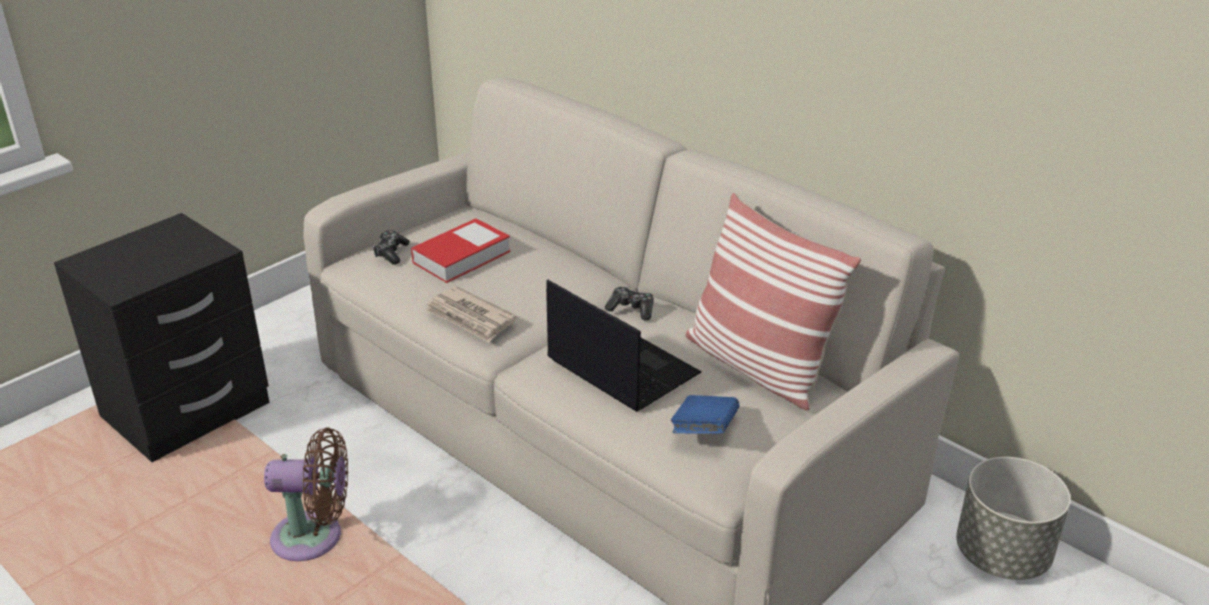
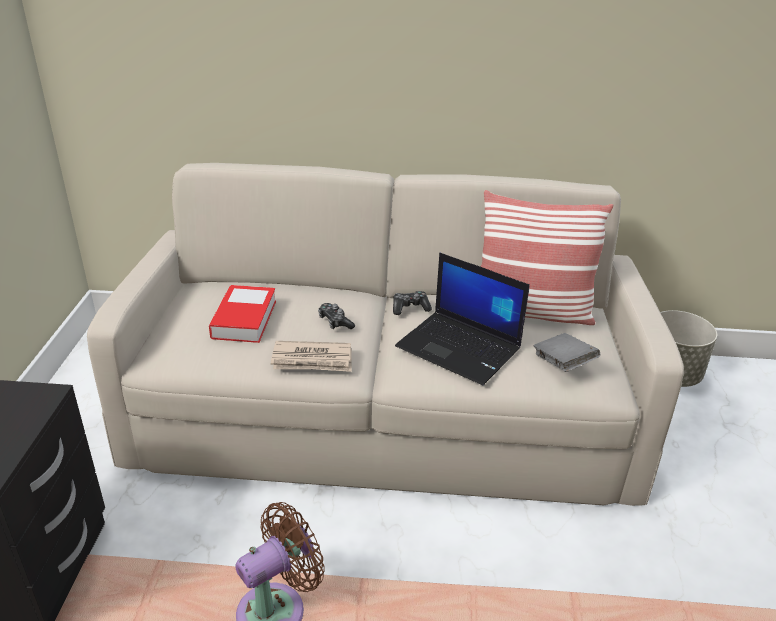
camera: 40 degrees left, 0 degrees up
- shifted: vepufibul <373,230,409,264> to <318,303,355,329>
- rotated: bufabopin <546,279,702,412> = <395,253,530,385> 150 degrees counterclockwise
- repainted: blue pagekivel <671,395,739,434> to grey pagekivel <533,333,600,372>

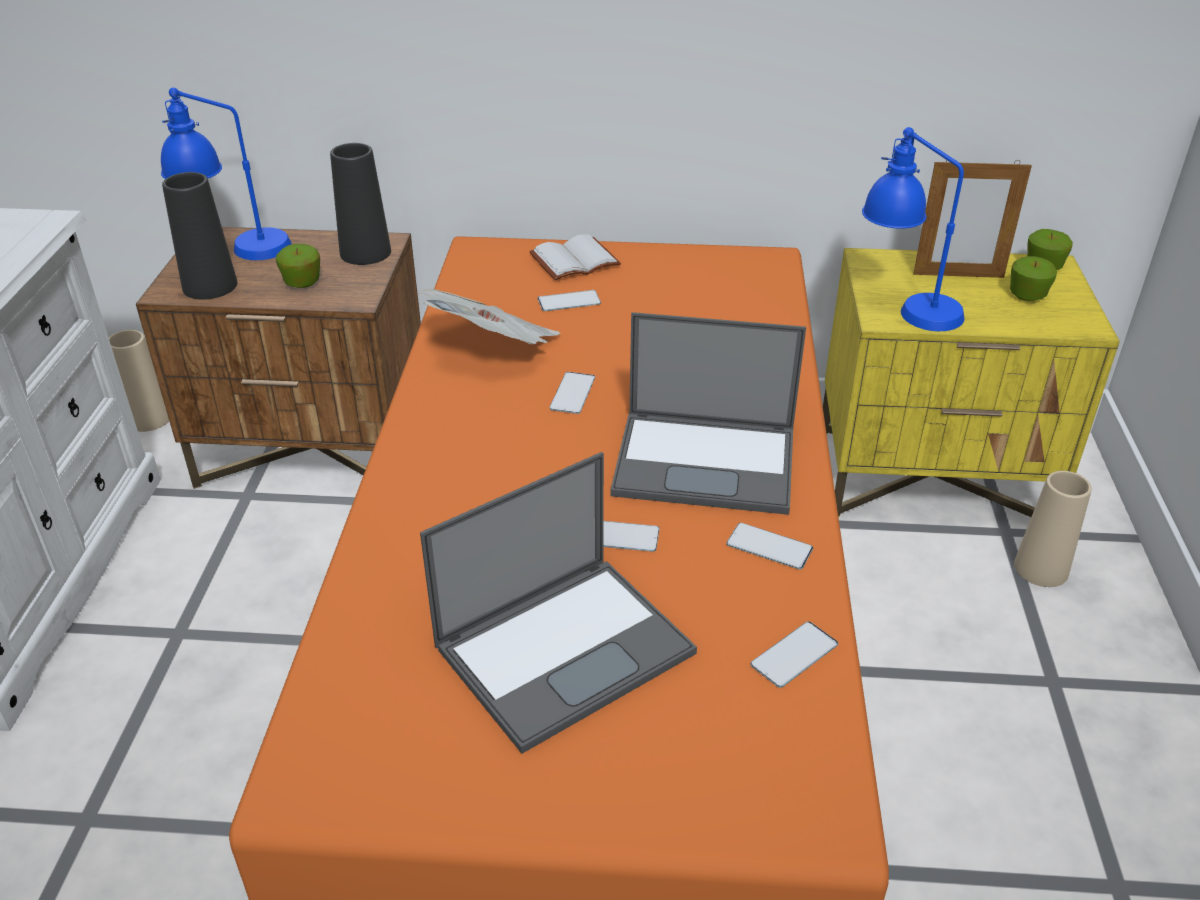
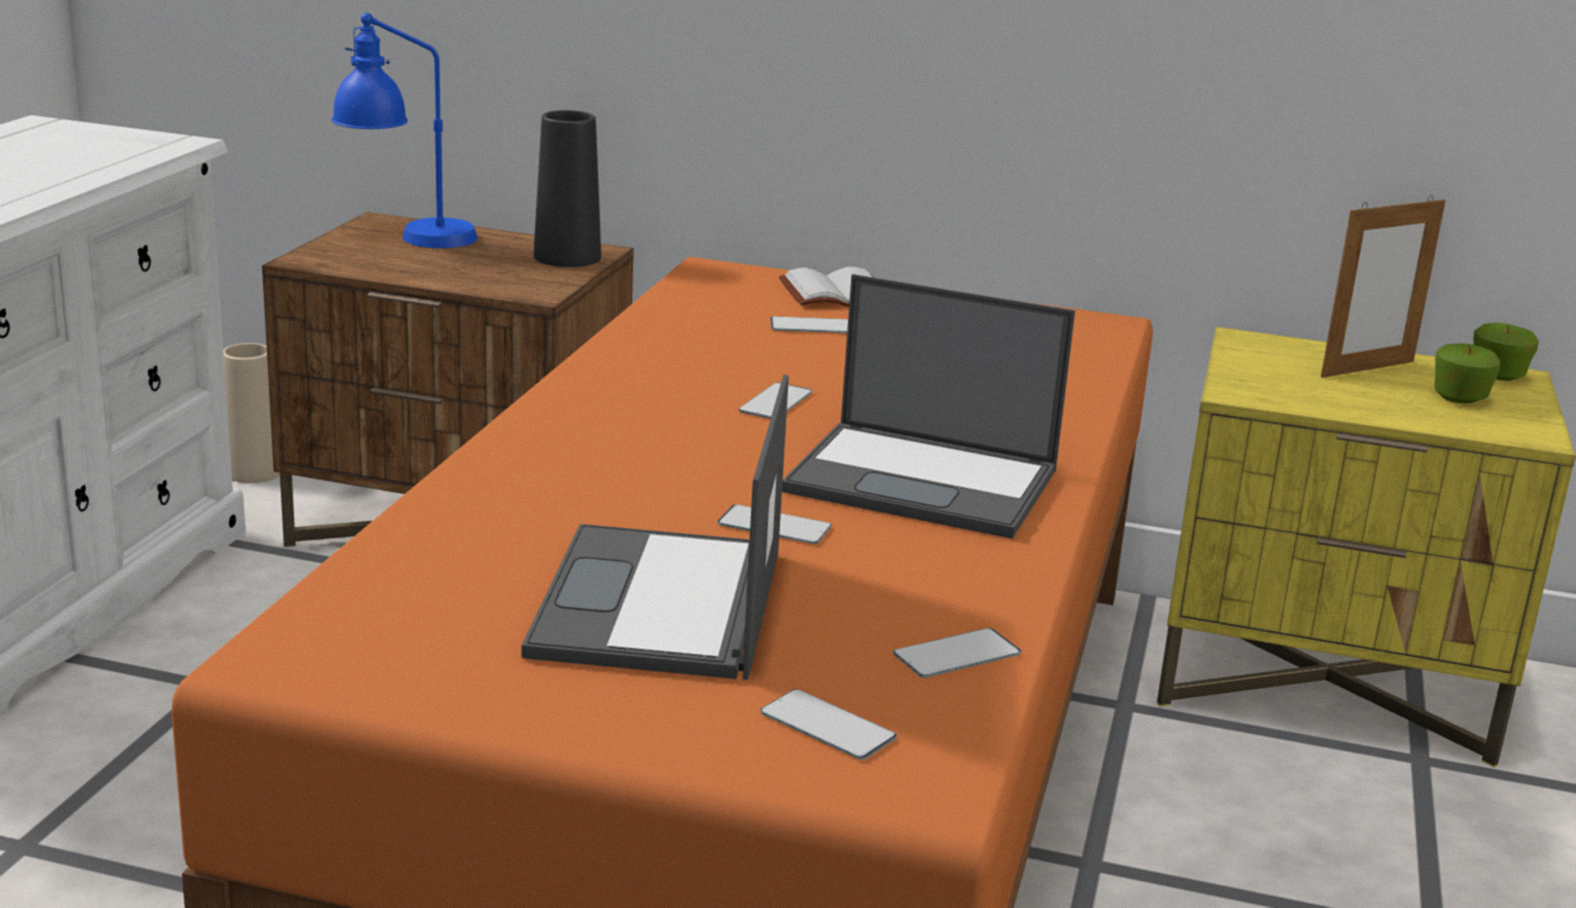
camera: 10 degrees right, 15 degrees down
- rotated: bufabopin <420,452,697,754> = <522,375,789,680> 120 degrees clockwise
- shifted: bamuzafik <726,523,813,569> to <760,689,897,760>
- rotated: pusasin <913,160,1032,278> = <1321,195,1446,378> 45 degrees counterclockwise
- gone: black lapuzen <162,172,237,300>
- gone: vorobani <276,244,320,288>
- gone: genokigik <418,289,560,345>
- gone: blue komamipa <862,127,965,331>
- gone: beige lapuzen <1014,471,1092,587>

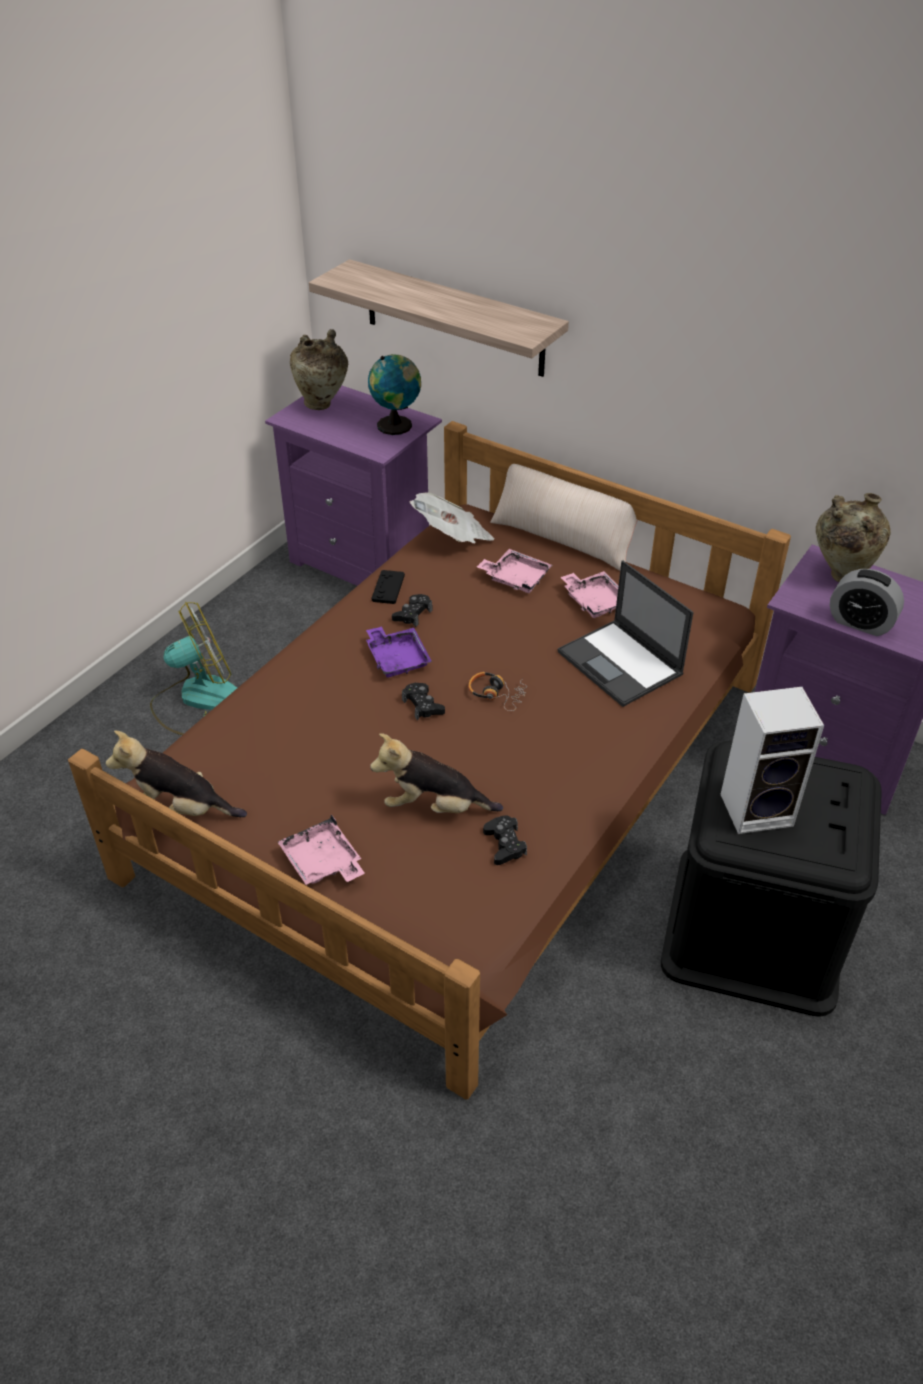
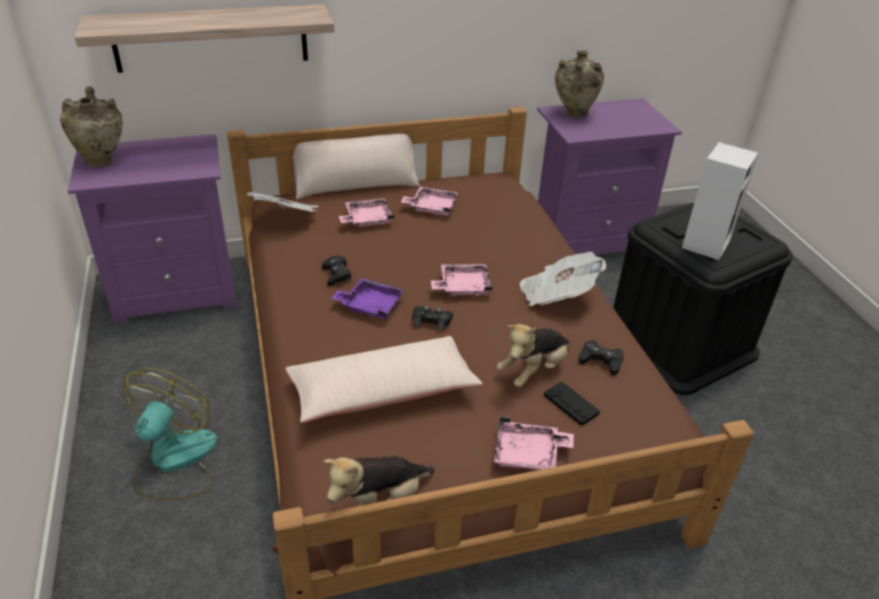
camera: 50 degrees left, 5 degrees down
- new: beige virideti <285,336,483,423>
- swapped: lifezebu <468,672,527,711> to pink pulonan <431,264,493,296>
- new: genokigik <519,252,606,306>
- shifted: black vepufibul <372,570,405,604> to <544,382,600,425>
- gone: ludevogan <368,354,421,435>
- gone: bufabopin <558,560,694,707>
- gone: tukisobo <830,569,904,636>

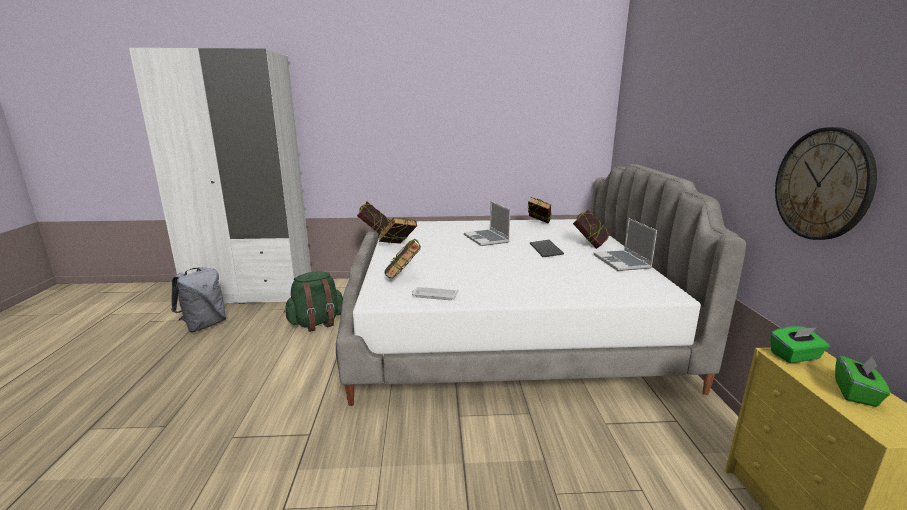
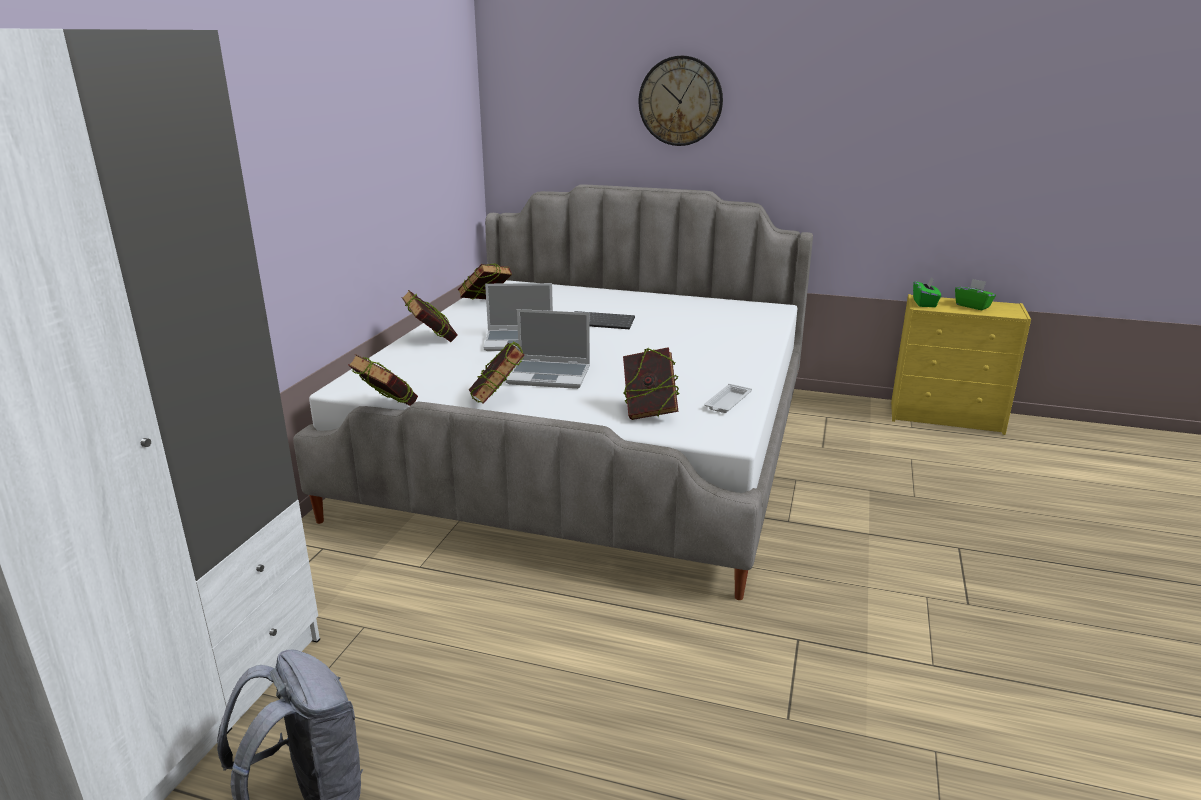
camera: 70 degrees left, 5 degrees up
- shifted: pagekivel <573,210,610,249> to <401,290,457,342>
- shifted: bufabopin <594,218,657,271> to <506,309,590,389>
- shifted: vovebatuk <775,127,877,240> to <639,56,723,146>
- gone: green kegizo <284,271,343,332>

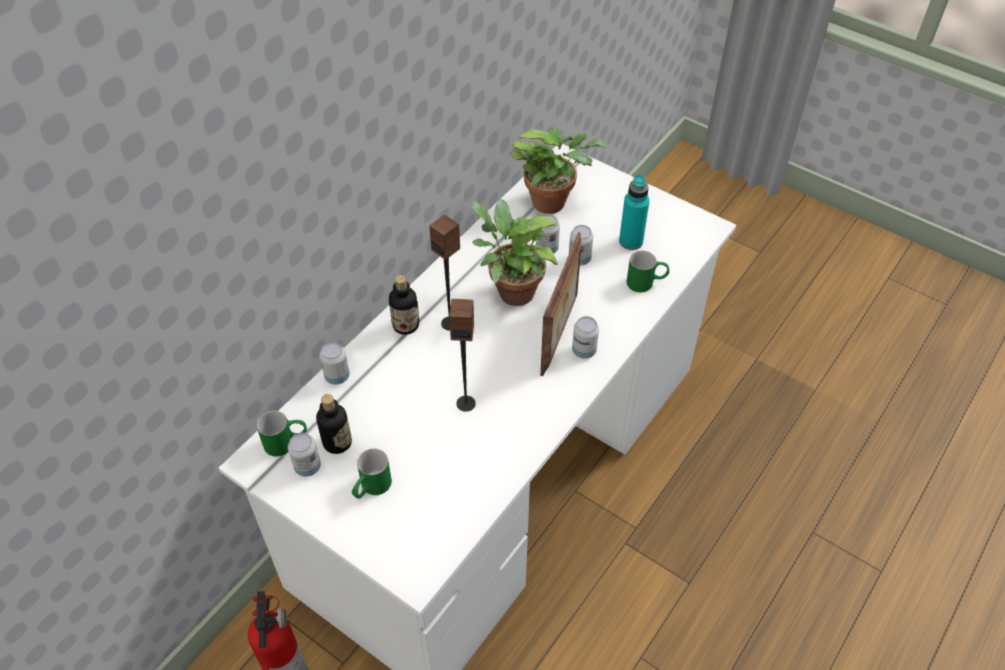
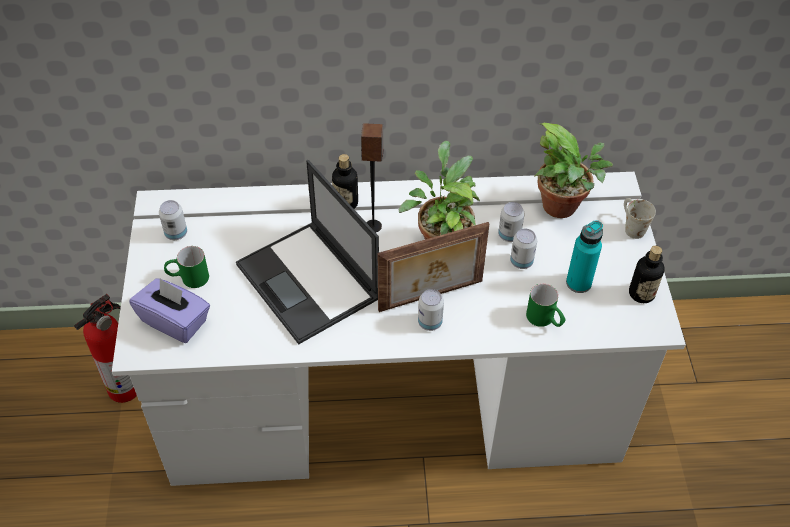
camera: 50 degrees right, 0 degrees up
- new: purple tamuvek <129,278,210,343>
- swapped: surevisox <449,299,476,412> to bufabopin <236,160,379,345>
- new: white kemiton <624,198,656,239>
- shifted: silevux <316,394,352,454> to <629,246,664,303>
- gone: green kemiton <256,411,307,456>
- gone: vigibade <320,342,349,385>

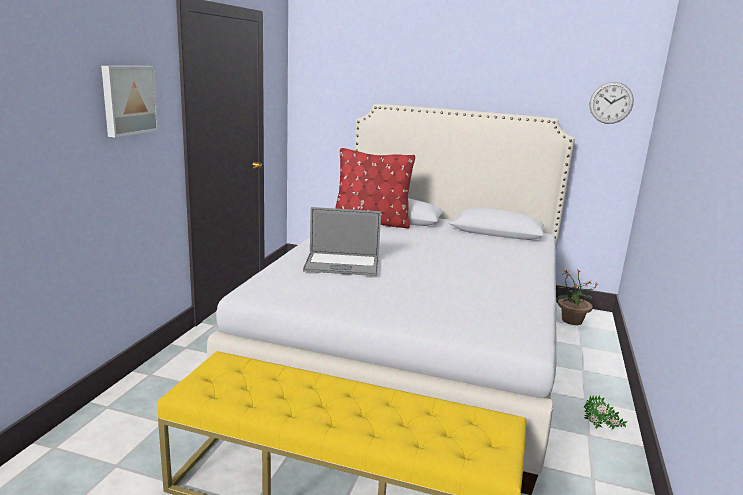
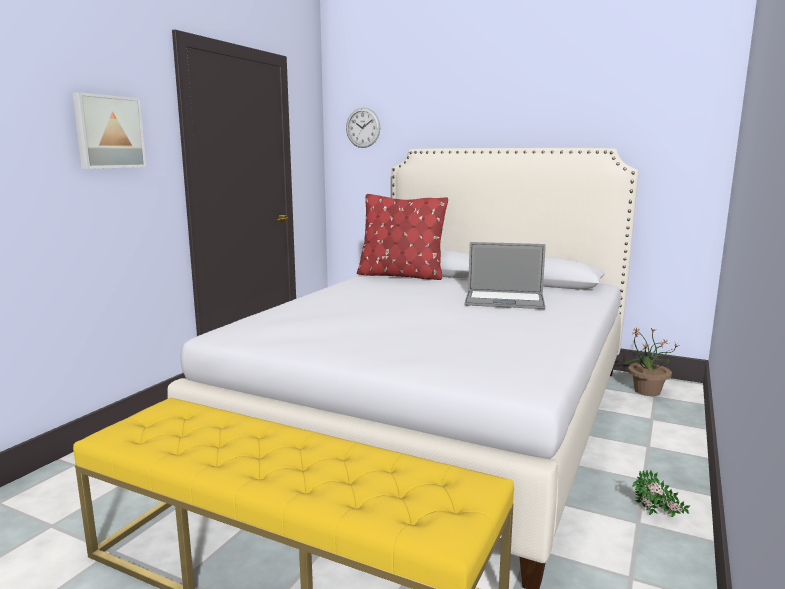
camera: 10 degrees right, 5 degrees down
- shifted: vovebatuk <589,82,634,124> to <346,108,380,148>
- shifted: bufabopin <303,207,381,276> to <465,242,546,309>

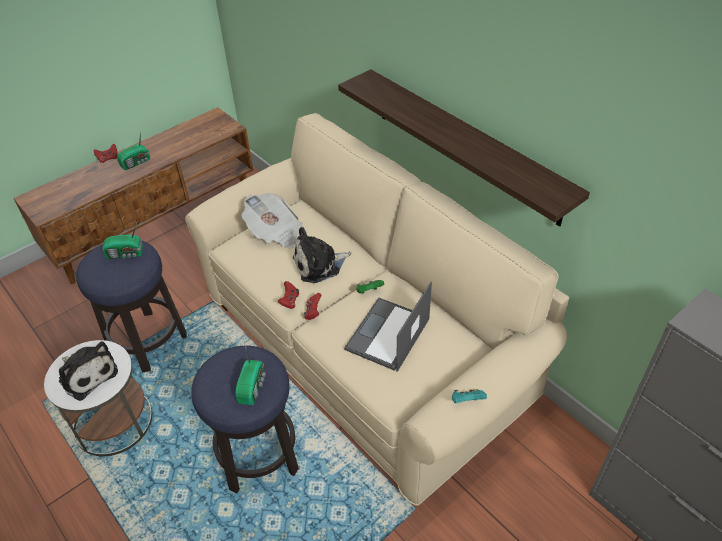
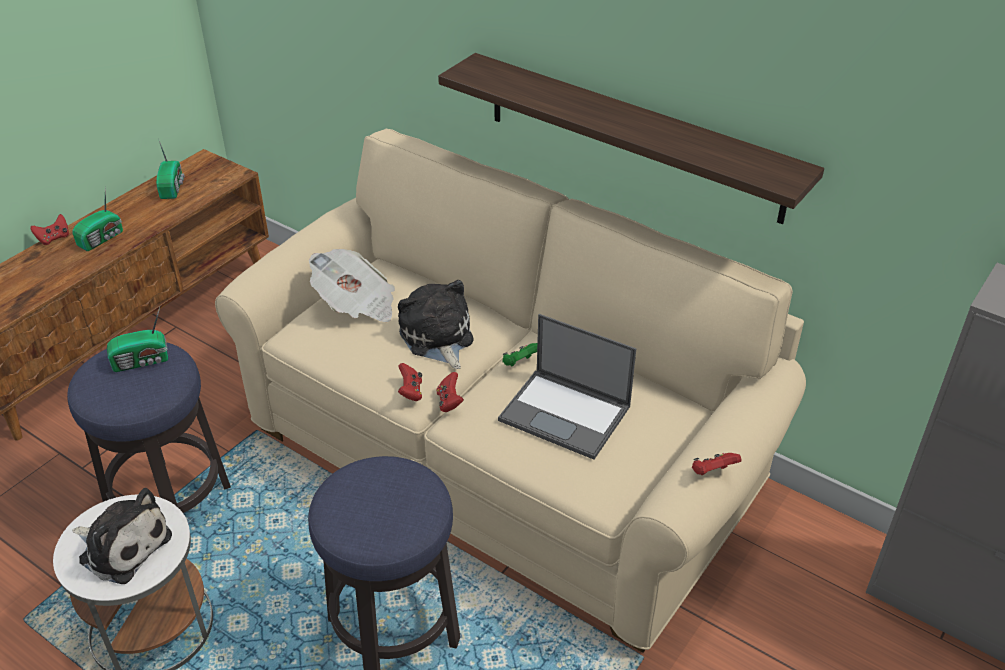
camera: 15 degrees left, 5 degrees down
- shifted: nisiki <235,342,266,405> to <156,139,185,199>
- rotated: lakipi <293,227,351,283> = <398,280,473,369> 105 degrees clockwise
- rotated: bufabopin <344,282,432,372> = <498,314,636,460> 75 degrees counterclockwise
- repainted: turquoise vepufibul <452,389,487,403> to red vepufibul <692,453,741,475>

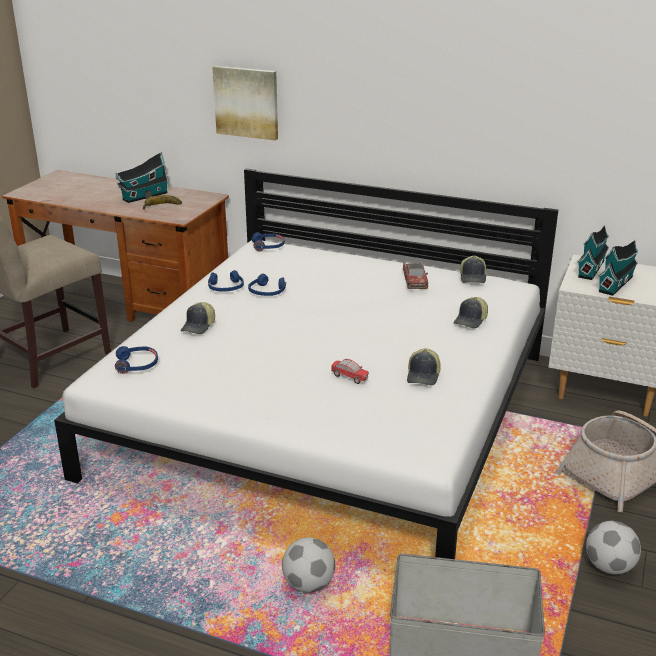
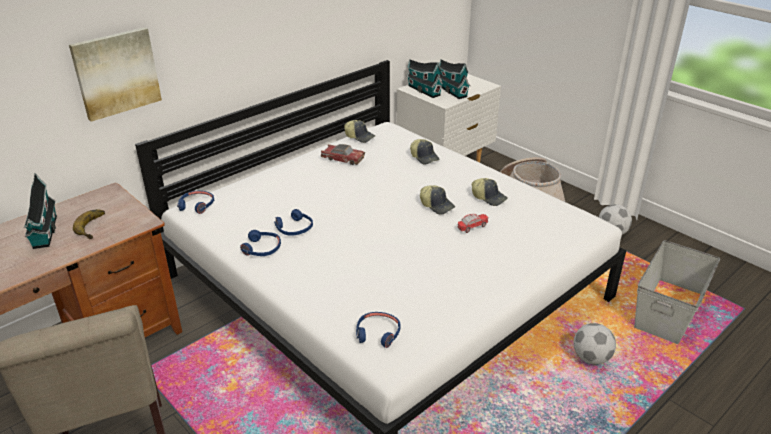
camera: 65 degrees left, 5 degrees up
- shifted: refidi <181,302,215,334> to <420,185,455,215>

